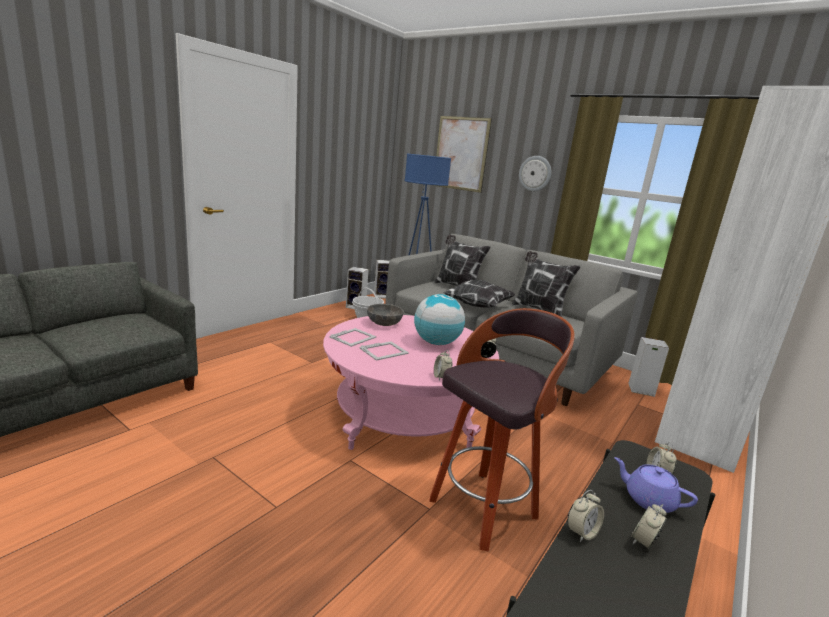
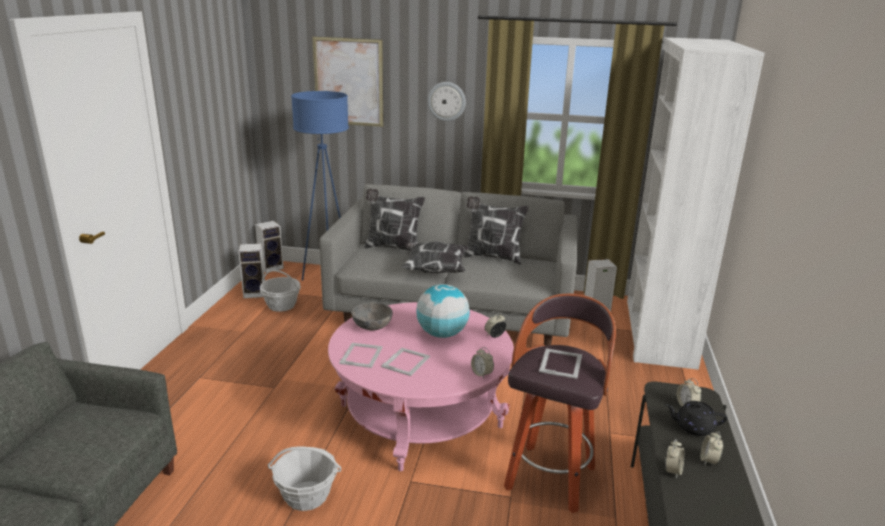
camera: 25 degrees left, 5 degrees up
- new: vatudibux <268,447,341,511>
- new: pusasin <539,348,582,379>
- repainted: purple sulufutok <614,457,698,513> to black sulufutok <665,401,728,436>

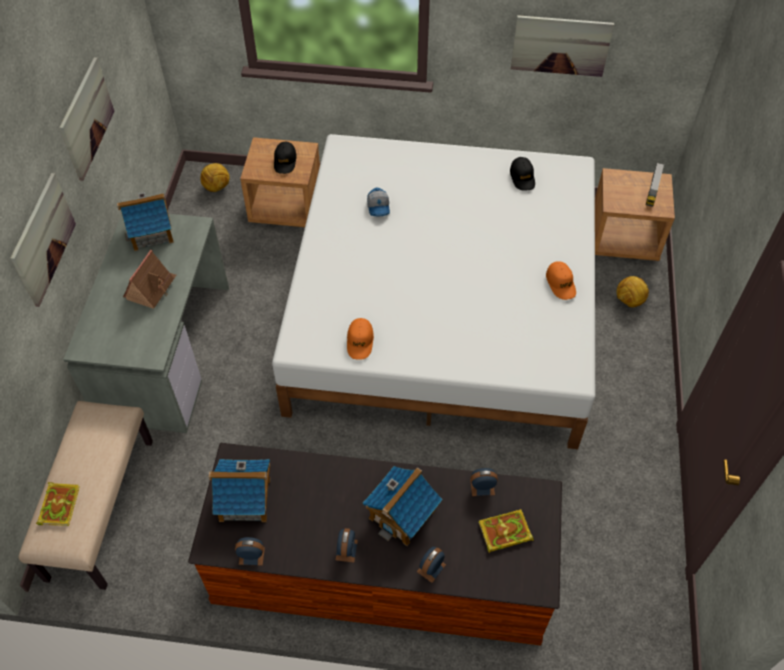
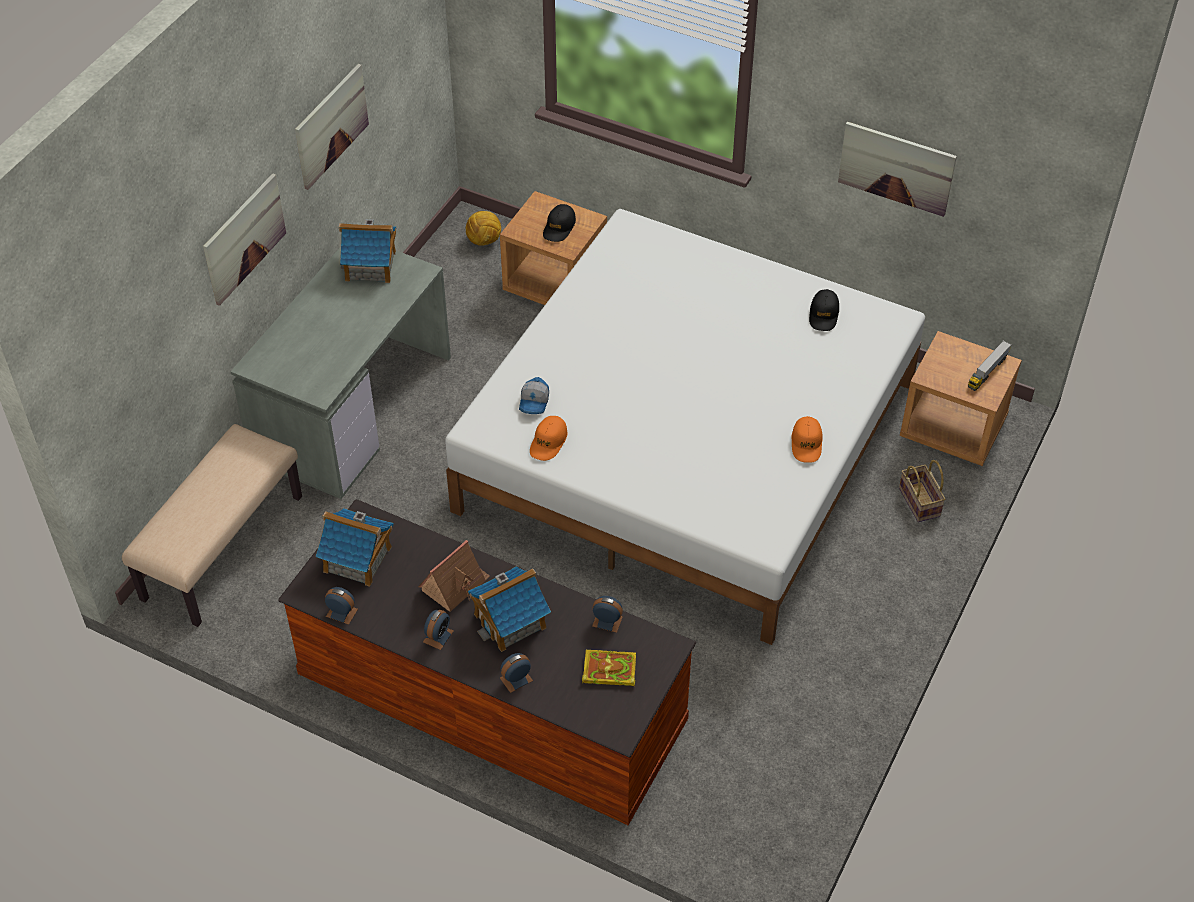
camera: 20 degrees right, 5 degrees down
- shifted: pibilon <123,250,176,309> to <418,540,490,612>
- shifted: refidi <367,187,390,217> to <519,377,549,414>
- swapped: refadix <616,276,649,307> to vatudibux <899,460,945,522>
- gone: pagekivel <36,482,80,526>

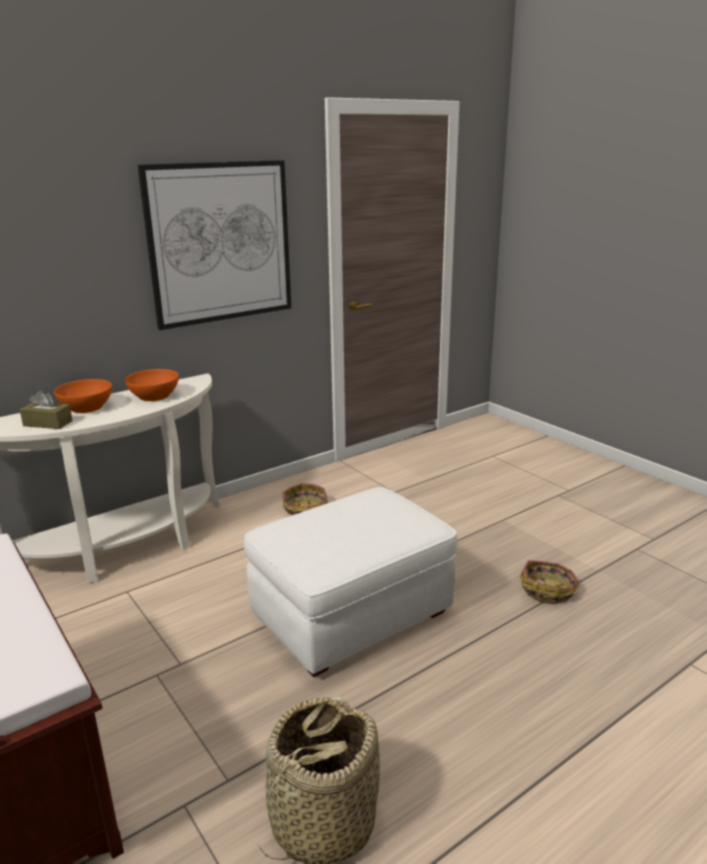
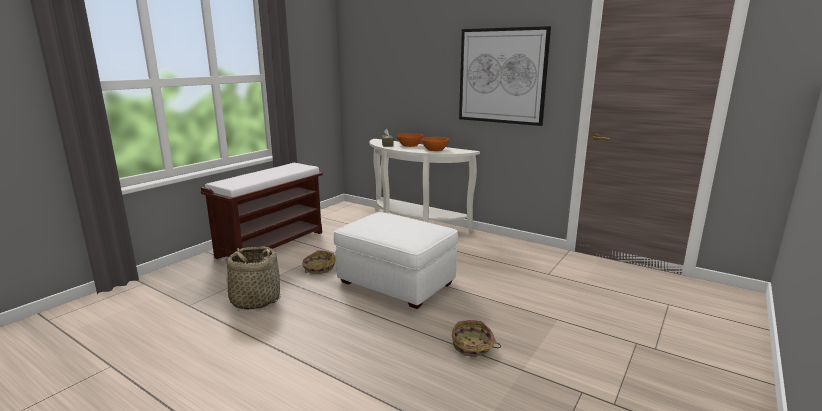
camera: 70 degrees right, 5 degrees down
- shifted: vatudibux <283,483,328,515> to <302,250,335,274>

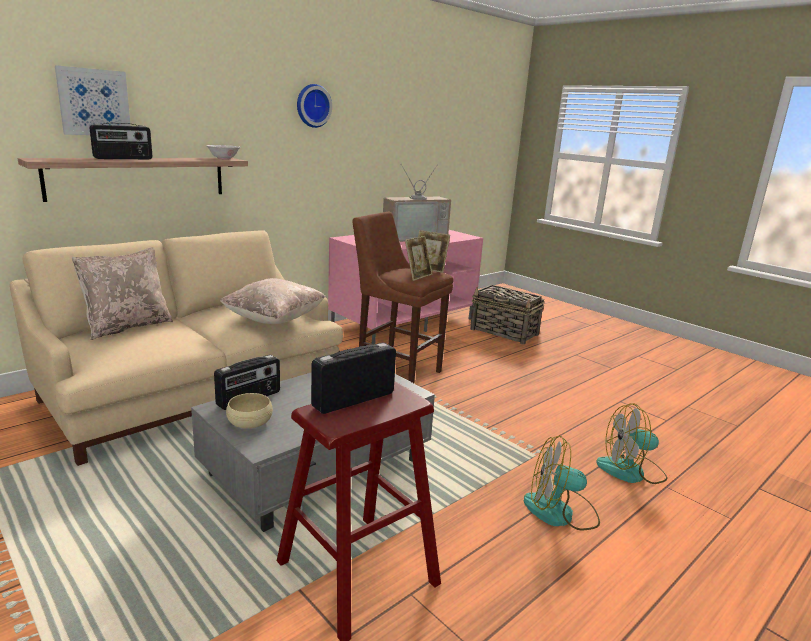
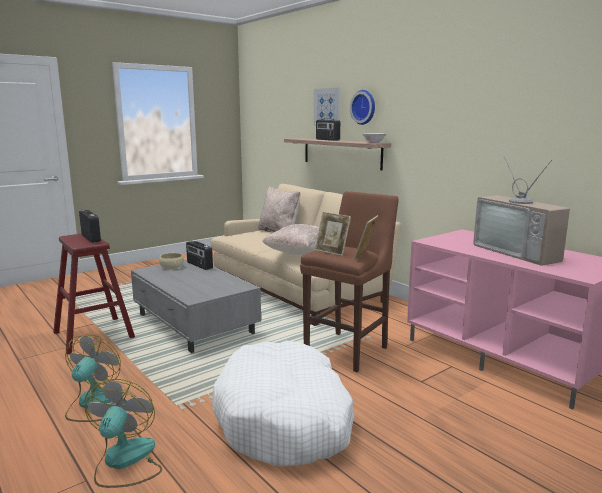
camera: 95 degrees right, 5 degrees down
- new: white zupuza <212,341,355,467>
- shifted: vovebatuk <297,84,332,128> to <350,90,375,125>
- gone: vatudibux <470,285,545,345>

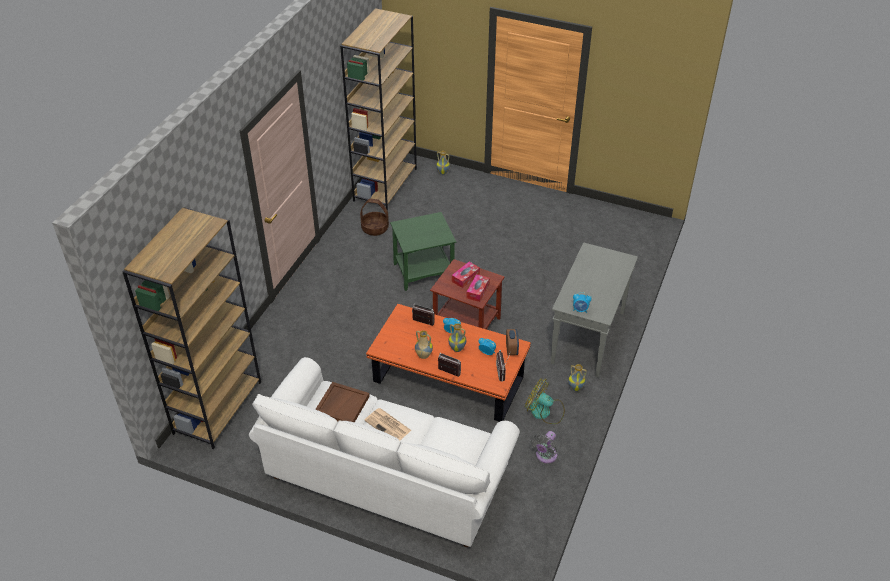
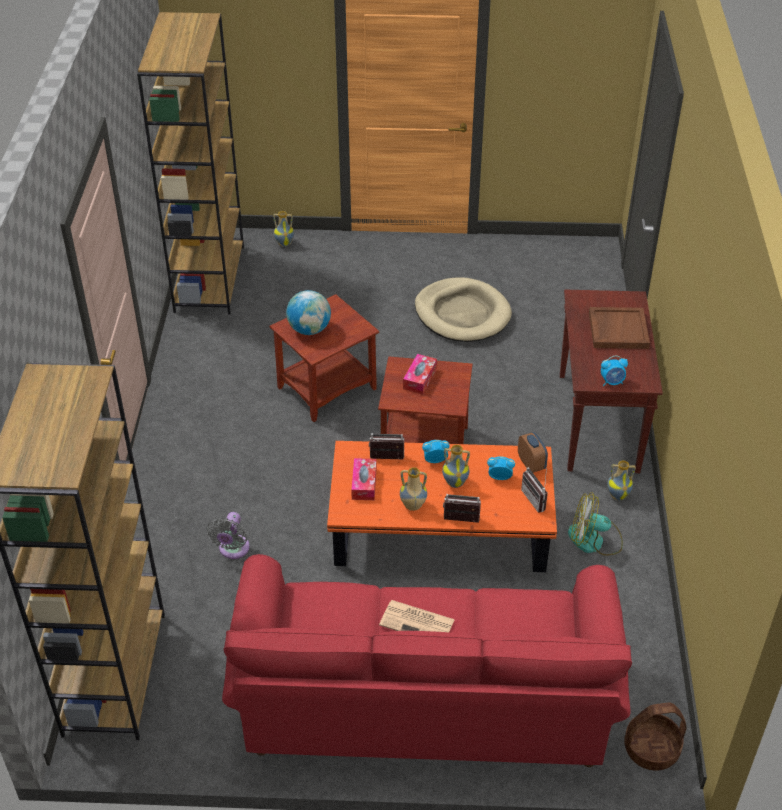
camera: 20 degrees left, 0 degrees up
- shifted: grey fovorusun <531,431,557,463> to <207,512,250,559>
- repainted: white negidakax <249,357,520,547> to red negidakax <222,554,632,767>
- repainted: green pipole <390,212,456,291> to brown pipole <269,294,379,422>
- new: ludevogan <286,290,331,335>
- shifted: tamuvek <466,274,490,302> to <351,458,377,500>
- new: beige zupuza <415,277,512,342>
- repainted: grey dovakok <551,242,638,377> to brown dovakok <560,290,663,473>
- shifted: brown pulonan <315,382,369,422> to <589,307,650,349>
- shifted: vatudibux <360,199,389,236> to <624,703,686,771>

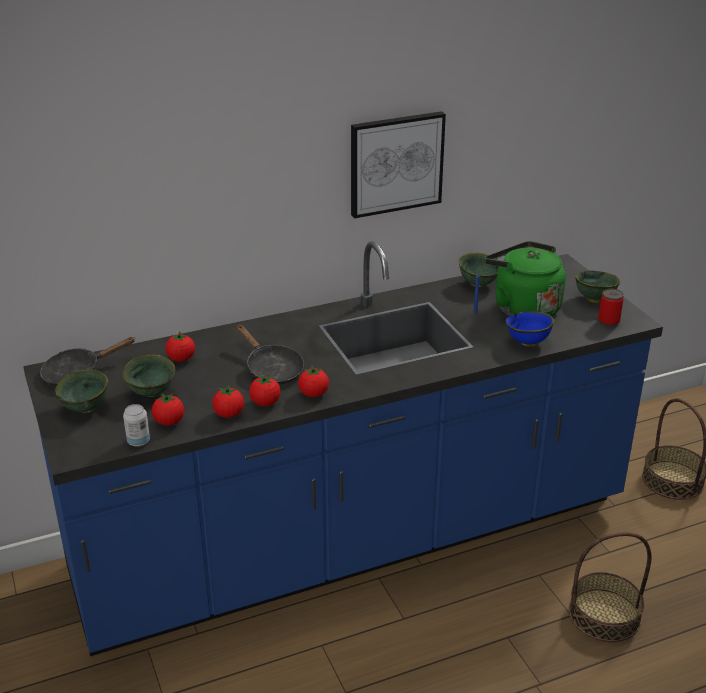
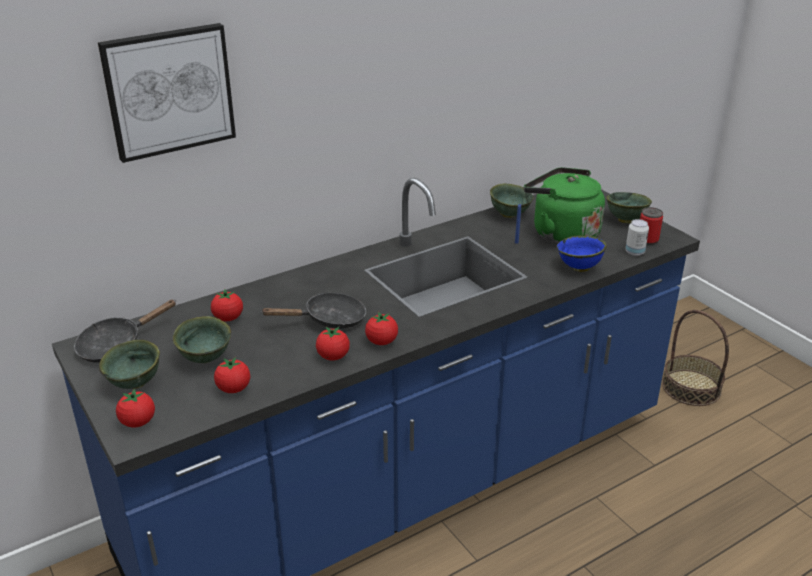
camera: 10 degrees left, 0 degrees up
- shifted: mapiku <351,111,446,218> to <98,23,236,163>
- shifted: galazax <212,385,244,418> to <116,388,155,427>
- rotated: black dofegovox <237,325,304,384> = <261,292,366,329> 60 degrees counterclockwise
- shifted: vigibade <123,404,150,447> to <625,219,649,256>
- gone: vatudibux <569,532,652,642>

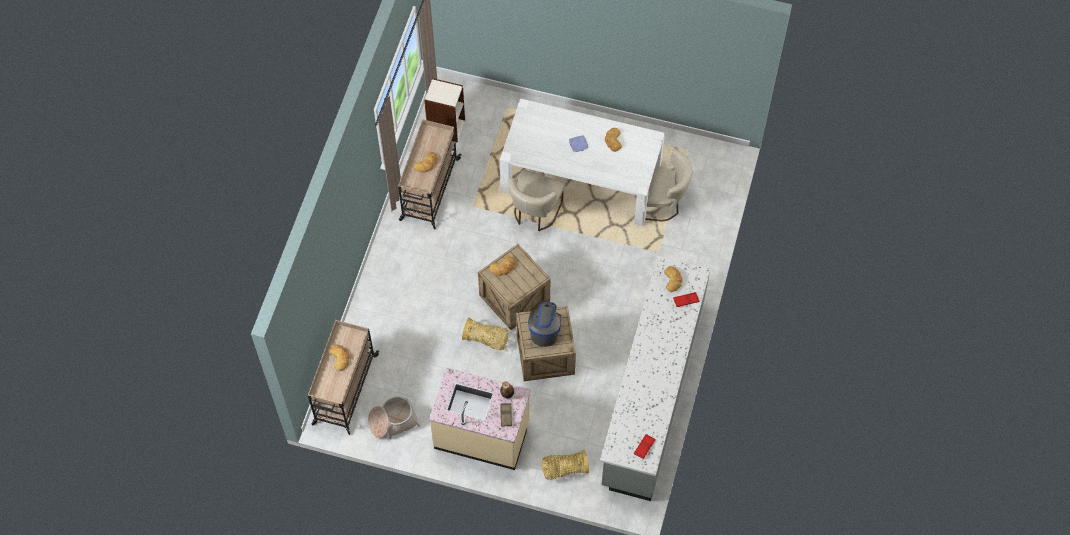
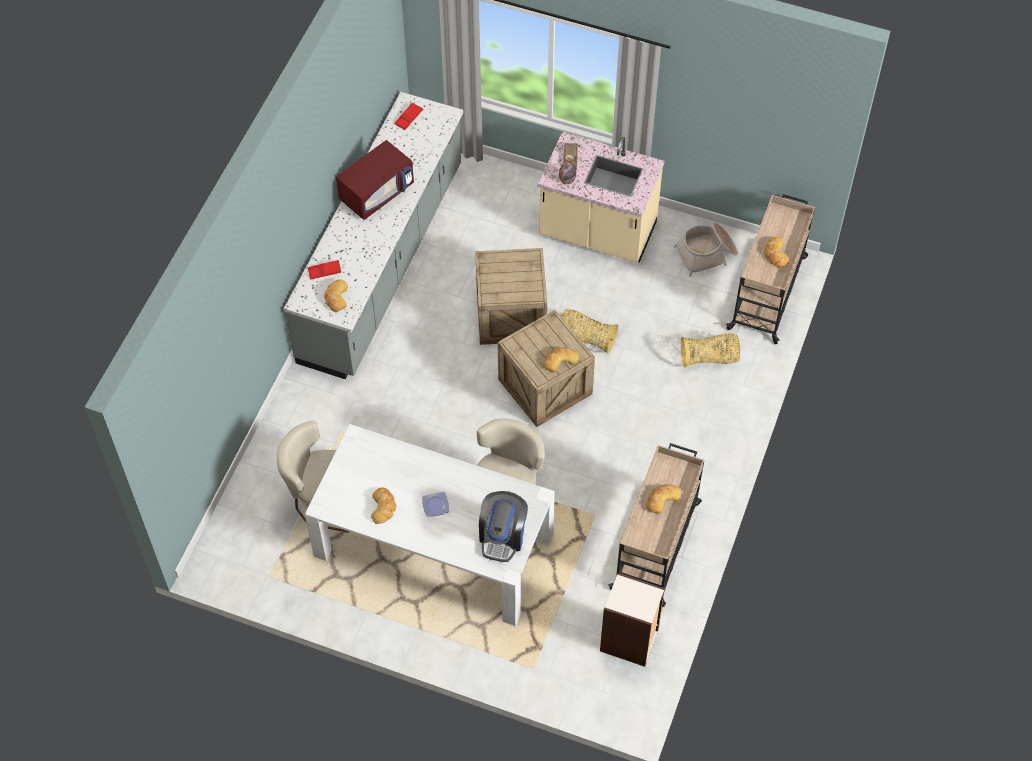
camera: 175 degrees left, 5 degrees down
- new: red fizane <336,140,414,220>
- shifted: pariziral <528,301,561,347> to <479,491,528,562>
- shifted: vatudibux <542,449,589,480> to <681,334,740,368>

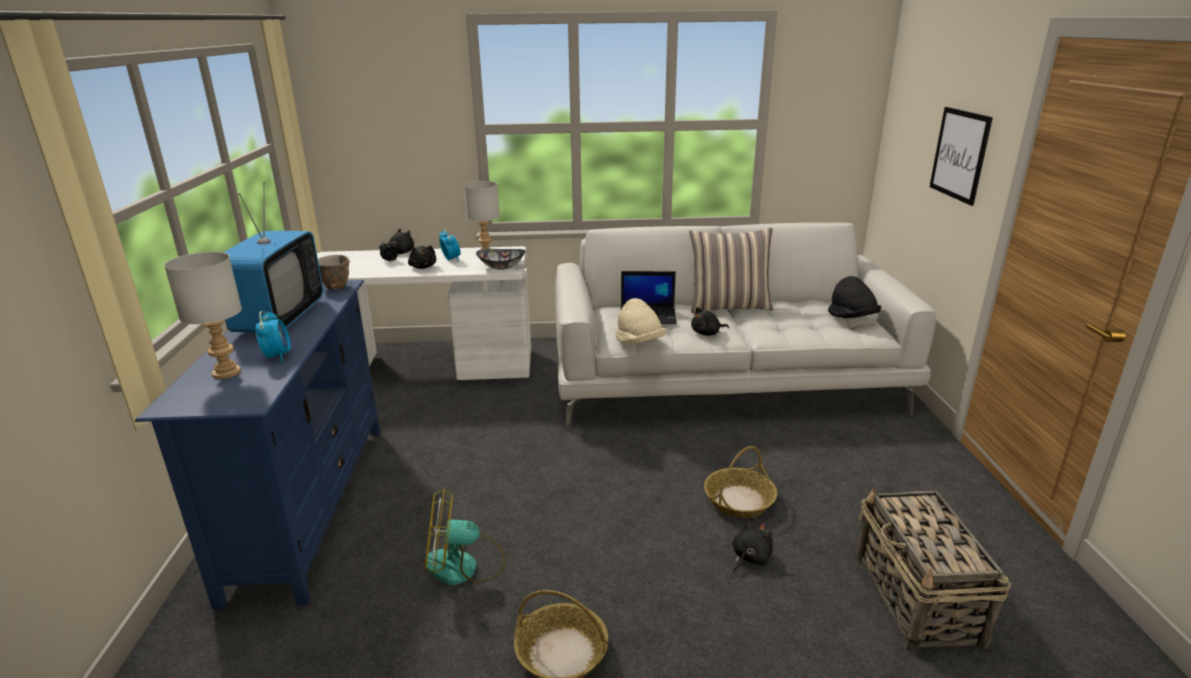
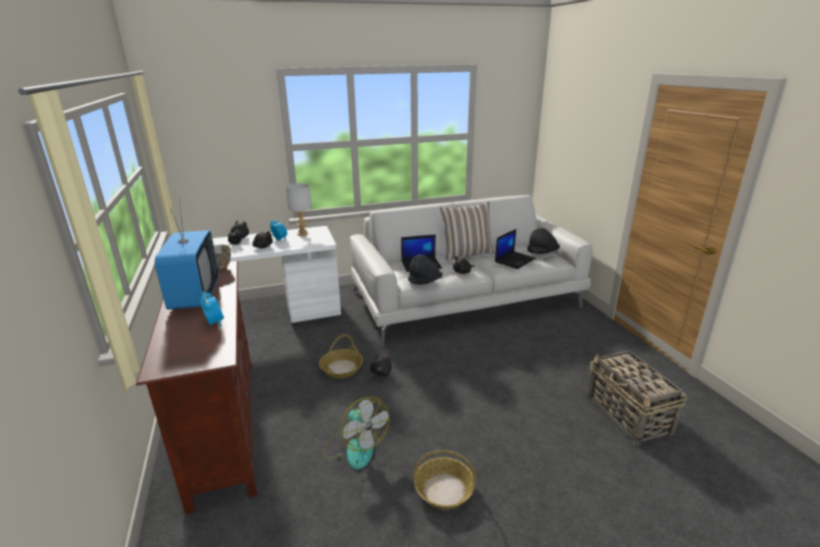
camera: 15 degrees left, 0 degrees up
- repainted: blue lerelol <135,280,380,610> to brown lerelol <136,261,257,514>
- shifted: vatudibux <704,446,777,518> to <319,334,363,379>
- rotated: fovorusun <424,490,505,585> = <323,397,390,470> 105 degrees counterclockwise
- shifted: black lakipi <732,520,773,572> to <370,353,392,382>
- repainted: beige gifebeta <616,298,666,344> to black gifebeta <408,254,442,285>
- new: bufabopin <495,229,536,269>
- gone: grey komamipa <164,252,242,379>
- gone: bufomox <476,249,525,270>
- gone: mapiku <930,107,993,206>

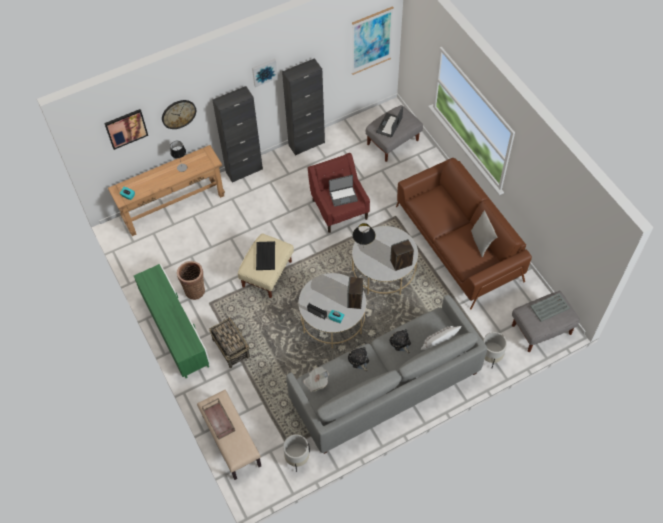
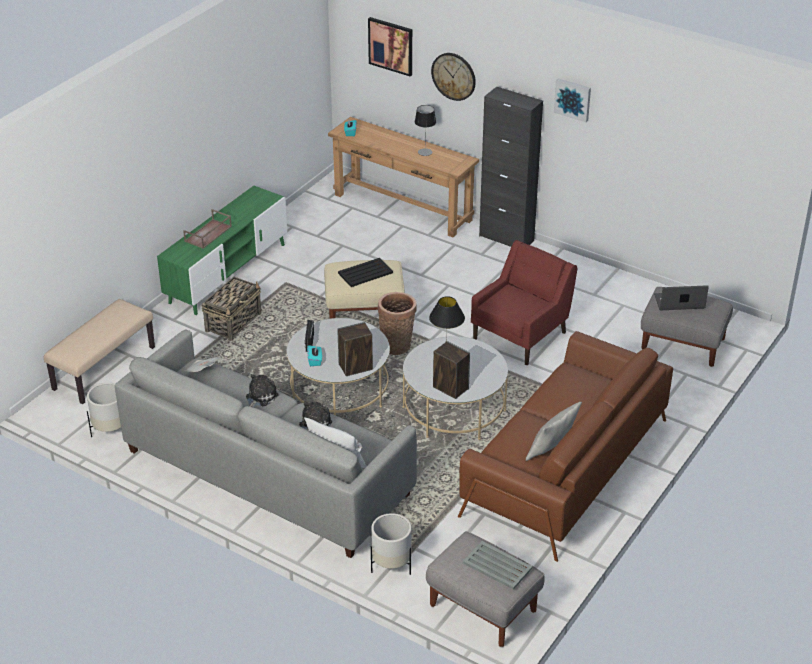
camera: 60 degrees right, 20 degrees down
- shifted: brown pulonan <202,398,235,440> to <183,209,232,249>
- shifted: vatudibux <177,261,205,300> to <378,292,417,355>
- gone: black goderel <282,58,325,156>
- gone: bufabopin <329,175,358,207>
- gone: mapiku <352,6,394,75>

